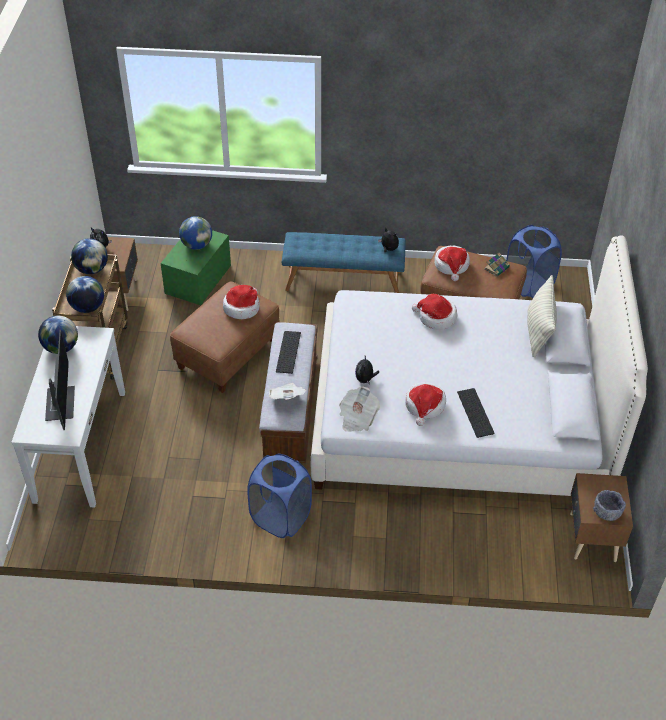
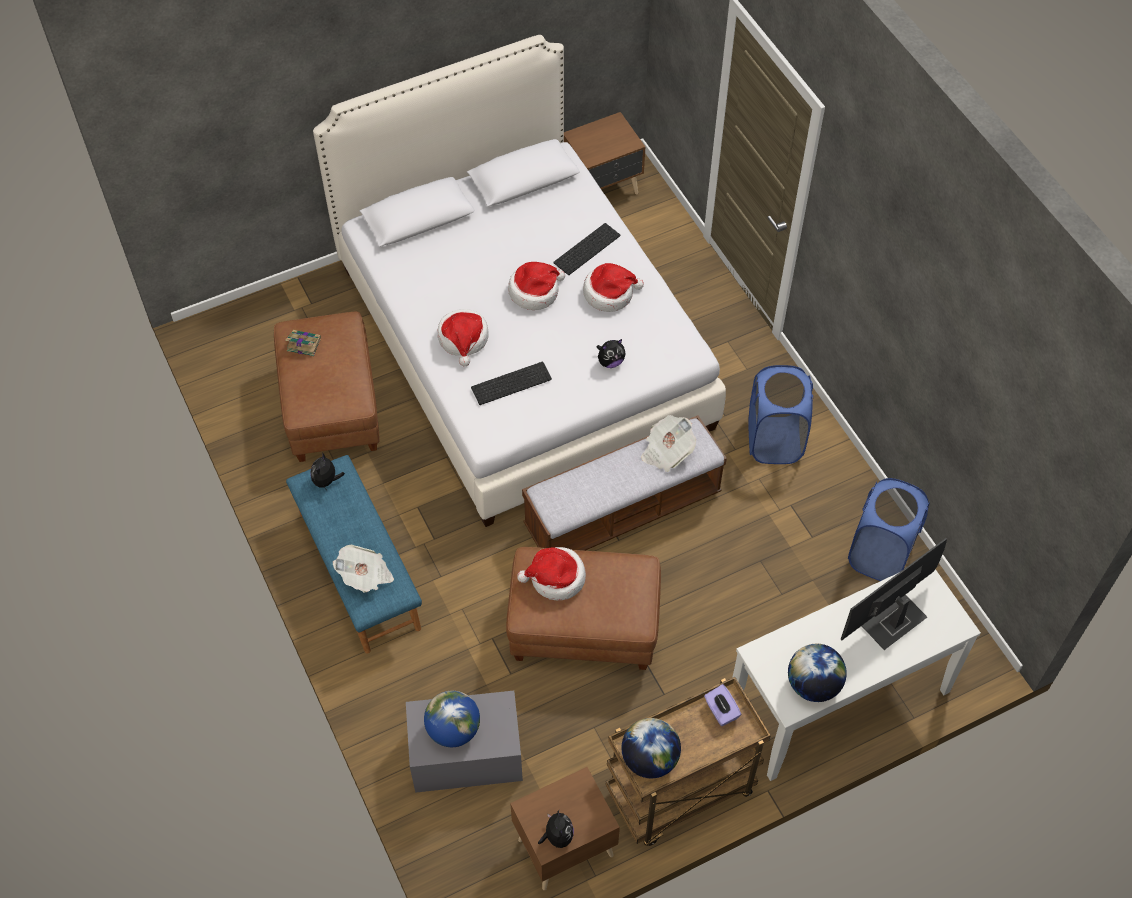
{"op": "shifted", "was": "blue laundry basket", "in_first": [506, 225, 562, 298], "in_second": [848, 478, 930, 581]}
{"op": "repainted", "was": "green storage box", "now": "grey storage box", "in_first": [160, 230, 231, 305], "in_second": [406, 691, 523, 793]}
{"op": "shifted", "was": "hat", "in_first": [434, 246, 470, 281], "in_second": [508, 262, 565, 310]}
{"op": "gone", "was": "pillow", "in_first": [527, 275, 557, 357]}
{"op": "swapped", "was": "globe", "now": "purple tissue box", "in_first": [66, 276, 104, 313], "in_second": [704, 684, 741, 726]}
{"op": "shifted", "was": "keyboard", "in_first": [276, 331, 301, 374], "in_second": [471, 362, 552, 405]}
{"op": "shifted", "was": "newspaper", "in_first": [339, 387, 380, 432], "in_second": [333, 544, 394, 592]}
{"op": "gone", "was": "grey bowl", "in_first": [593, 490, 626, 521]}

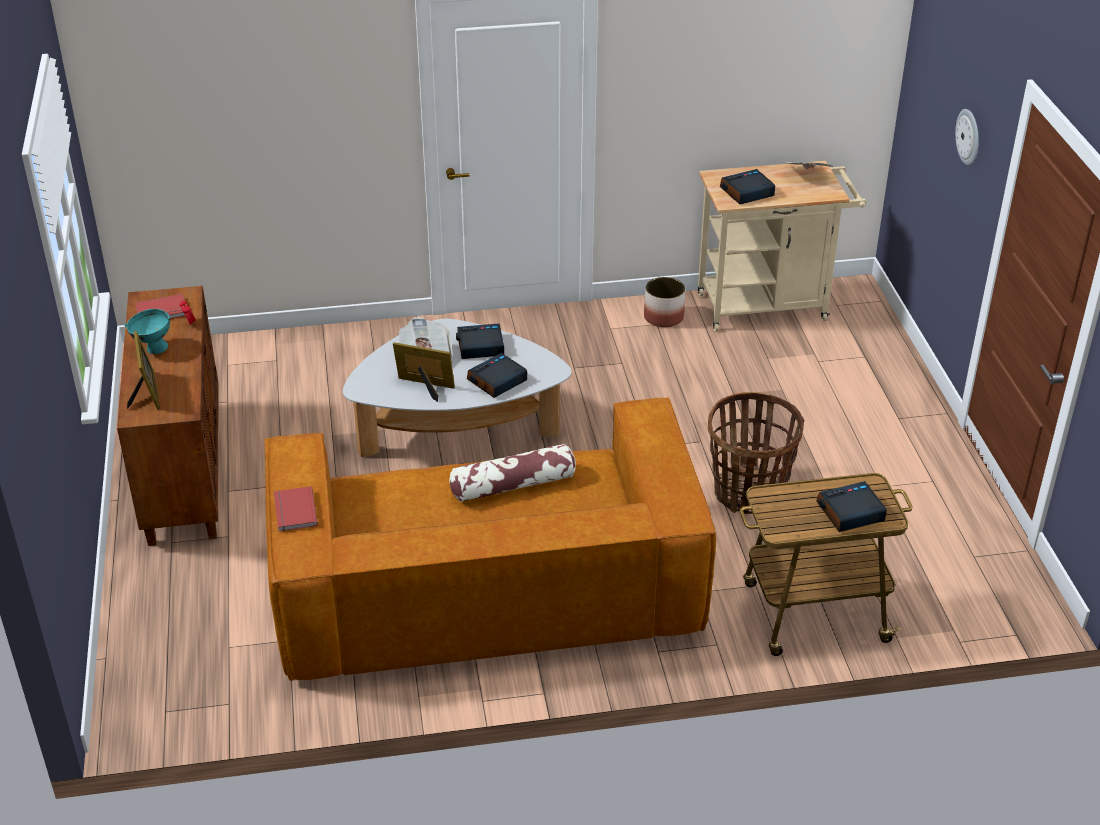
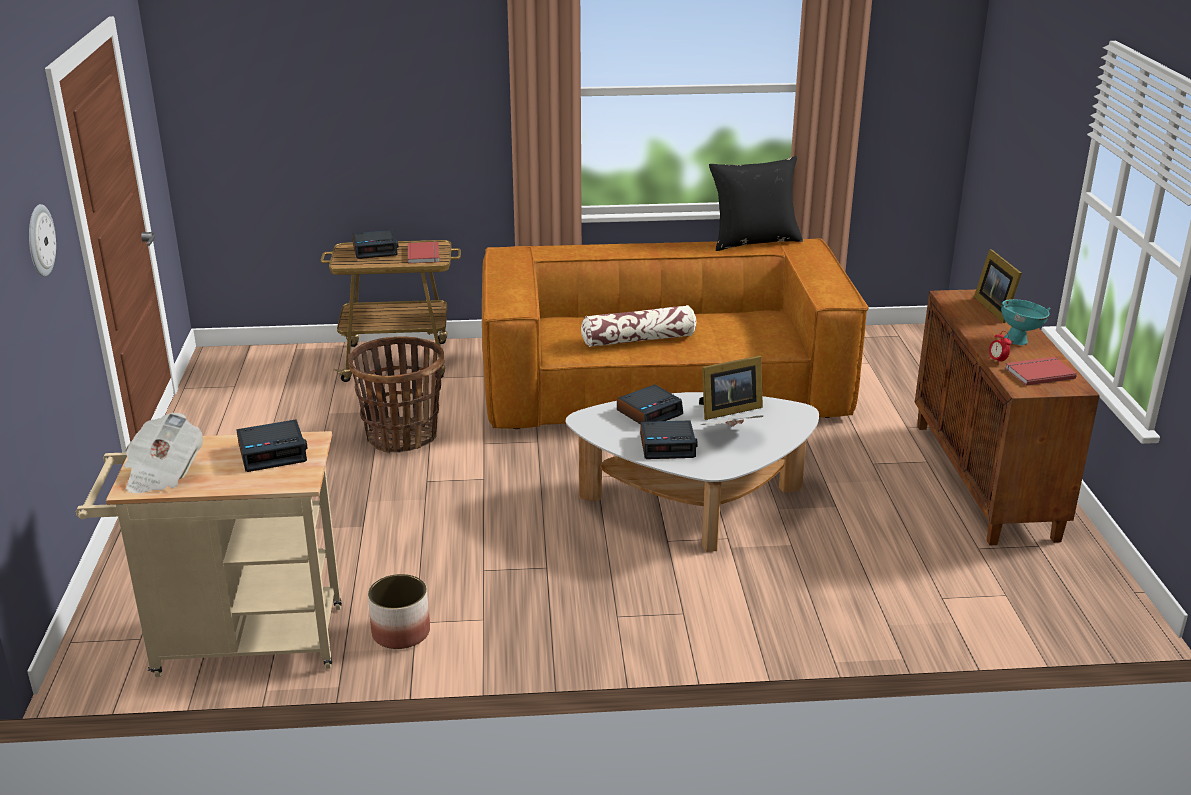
{"op": "rotated", "was": "picture frame", "in_first": [393, 342, 455, 402], "in_second": [699, 356, 763, 420], "clockwise": -45}
{"op": "shifted", "was": "red book", "in_first": [274, 486, 318, 531], "in_second": [408, 242, 439, 264]}
{"op": "new", "now": "black pillow", "in_second": [709, 156, 803, 251]}

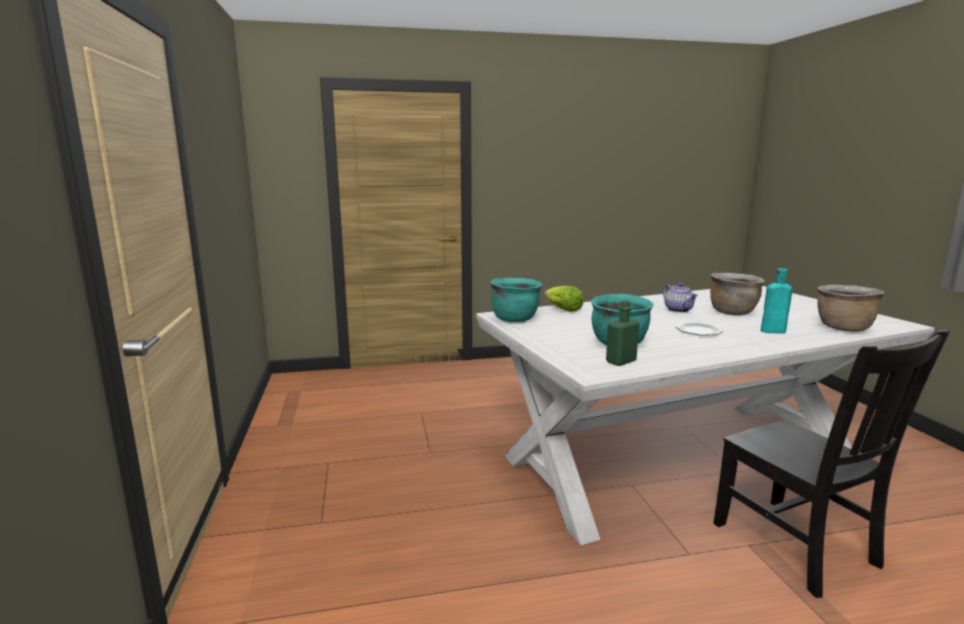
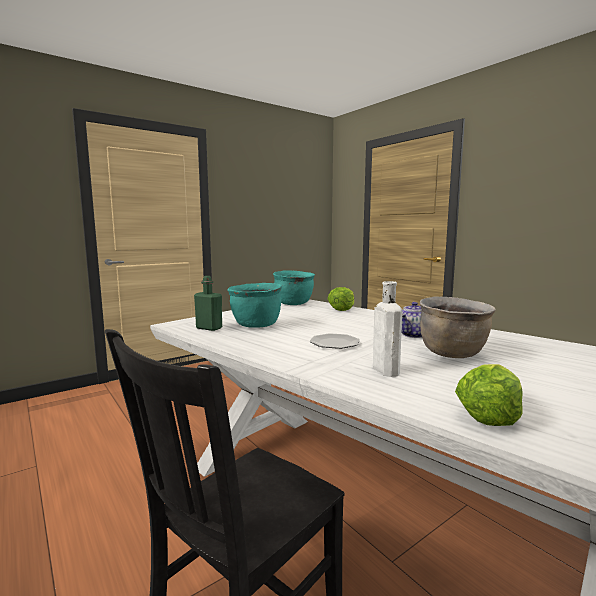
{"op": "repainted", "was": "turquoise bottle", "now": "white bottle", "in_first": [761, 268, 793, 334], "in_second": [373, 281, 402, 377]}
{"op": "swapped", "was": "brown cooking pot", "now": "lettuce", "in_first": [817, 285, 884, 332], "in_second": [455, 364, 523, 426]}

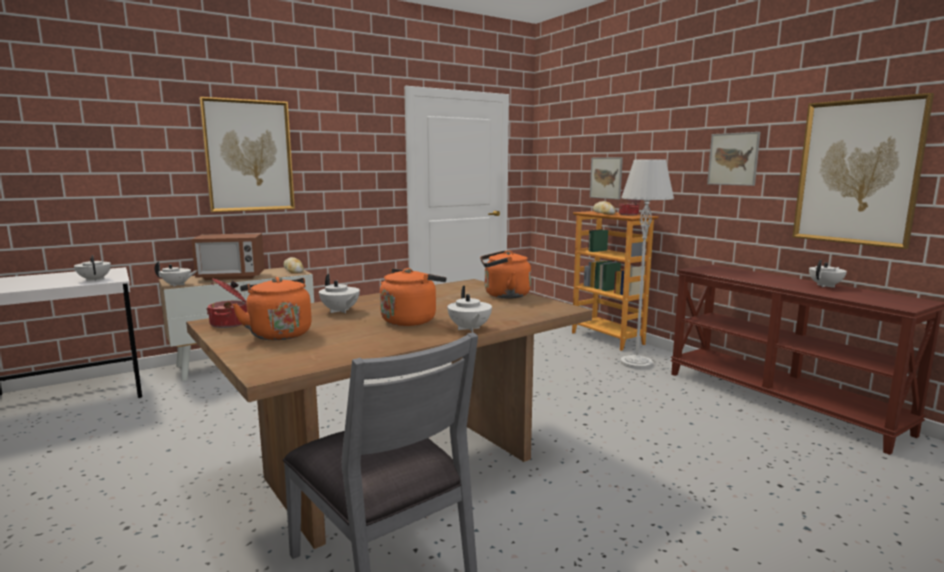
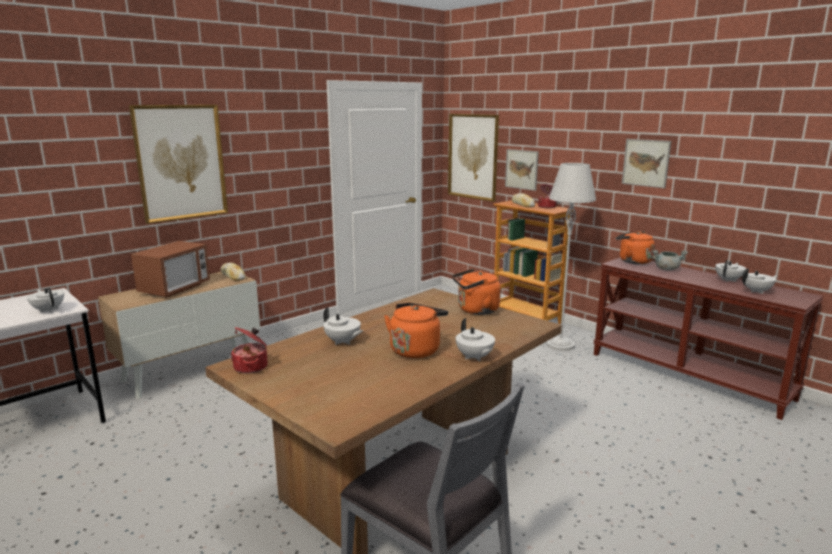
{"op": "shifted", "was": "picture", "in_first": [793, 93, 934, 249], "in_second": [448, 114, 499, 202]}
{"op": "rotated", "was": "microwave", "in_first": [191, 233, 265, 280], "in_second": [131, 241, 210, 297], "clockwise": -45}
{"op": "shifted", "was": "white teapot", "in_first": [155, 261, 198, 287], "in_second": [742, 268, 778, 294]}
{"op": "shifted", "was": "orange kettle", "in_first": [232, 277, 312, 340], "in_second": [616, 231, 655, 264]}
{"op": "new", "now": "grey cooking pot", "in_second": [652, 250, 688, 271]}

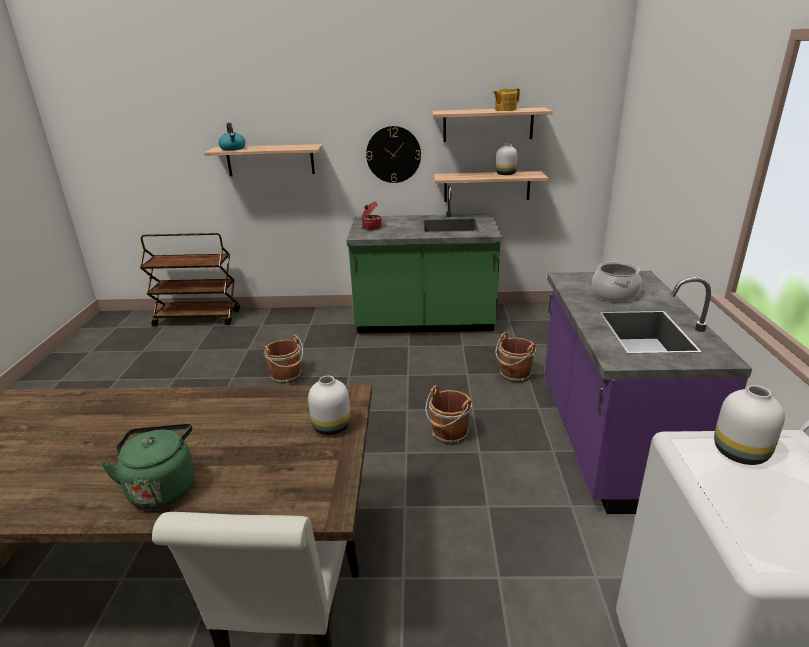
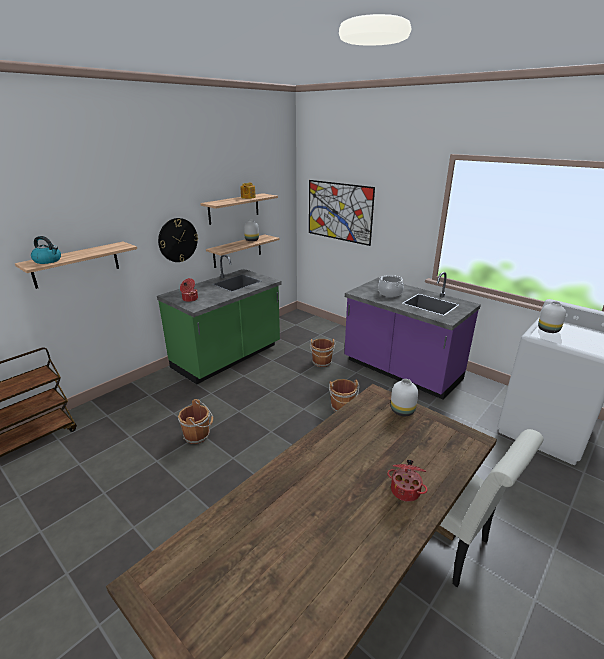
{"op": "swapped", "was": "green kettle", "now": "cooking pot", "in_first": [101, 424, 195, 509], "in_second": [387, 460, 428, 502]}
{"op": "new", "now": "picture", "in_second": [309, 180, 375, 246]}

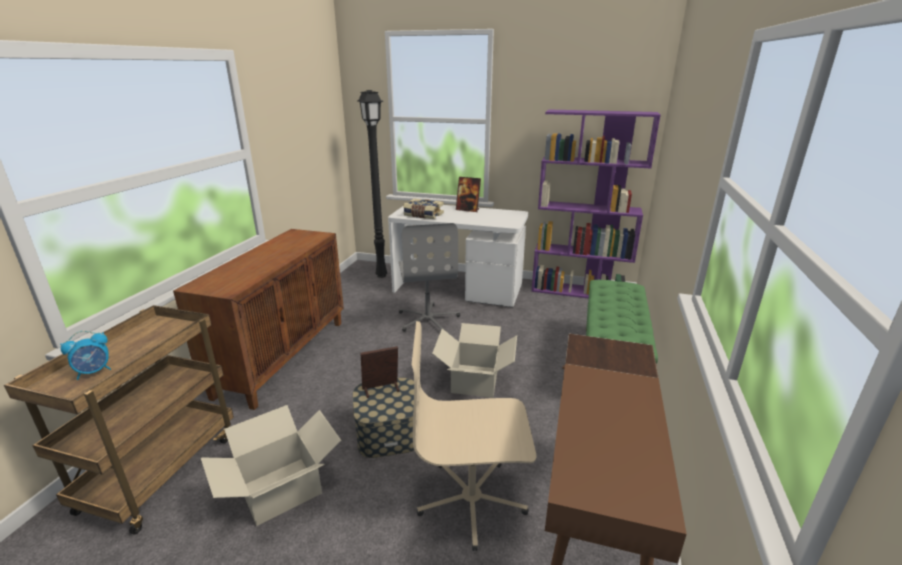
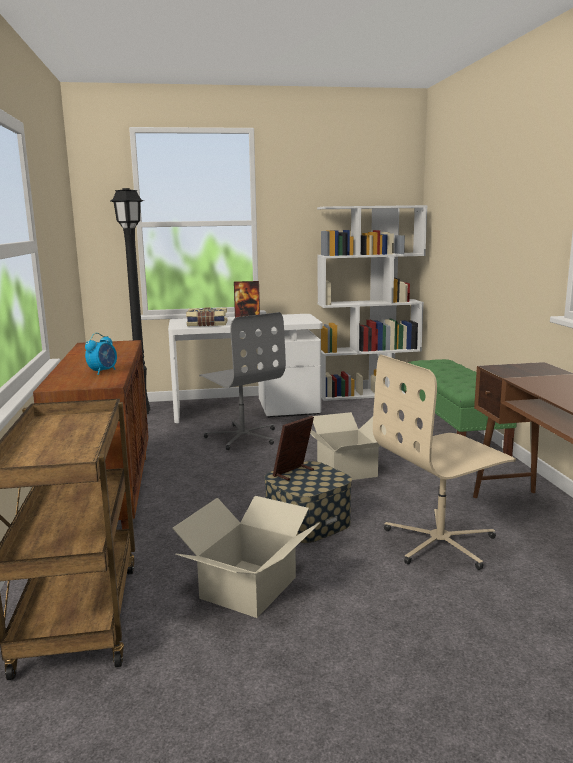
{"op": "repainted", "was": "purple bookcase", "now": "white bookcase", "in_first": [531, 109, 661, 299], "in_second": [317, 205, 428, 401]}
{"op": "shifted", "was": "alarm clock", "in_first": [60, 331, 111, 380], "in_second": [85, 333, 117, 375]}

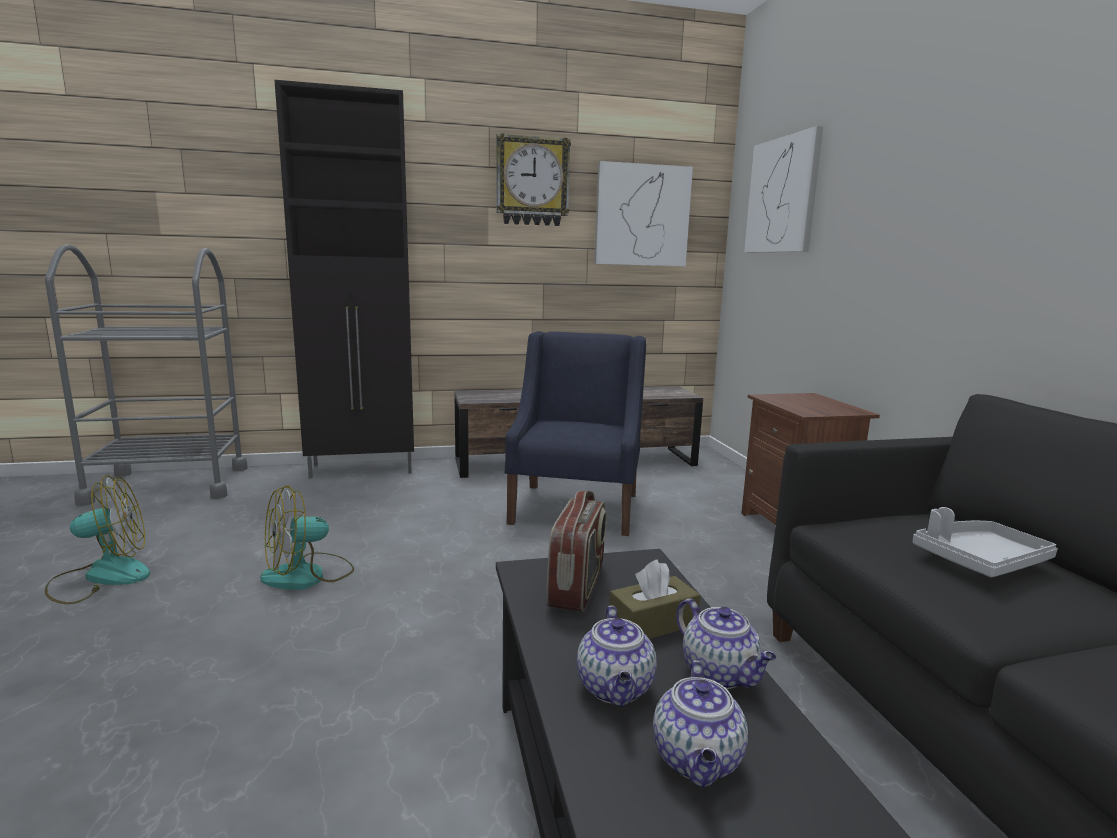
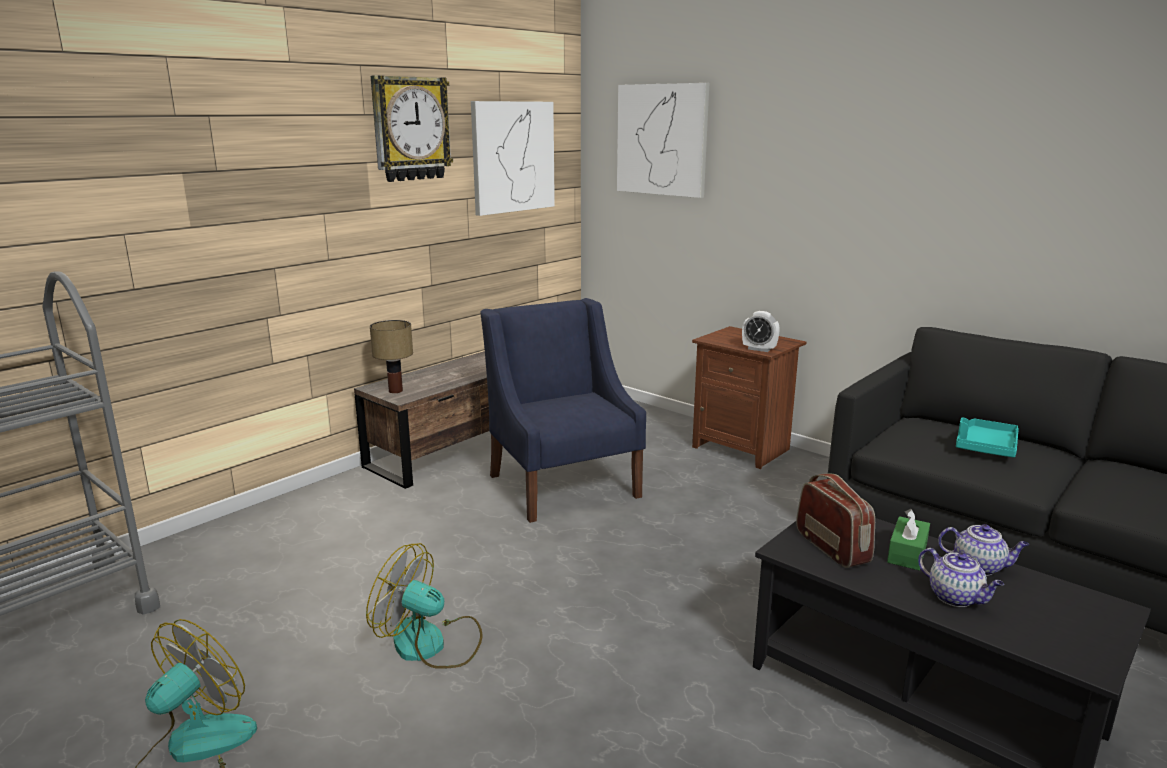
{"op": "gone", "was": "black cabinet", "in_first": [274, 80, 414, 478]}
{"op": "rotated", "was": "fan", "in_first": [260, 485, 354, 590], "in_second": [366, 543, 482, 668], "clockwise": 90}
{"op": "repainted", "was": "grey tray", "now": "turquoise tray", "in_first": [913, 507, 1058, 578], "in_second": [956, 418, 1019, 458]}
{"op": "repainted", "was": "brown tissue box", "now": "green tissue box", "in_first": [609, 559, 700, 639], "in_second": [887, 509, 930, 570]}
{"op": "gone", "was": "teapot", "in_first": [653, 660, 748, 787]}
{"op": "new", "now": "alarm clock", "in_second": [742, 311, 780, 352]}
{"op": "new", "now": "table lamp", "in_second": [370, 320, 413, 393]}

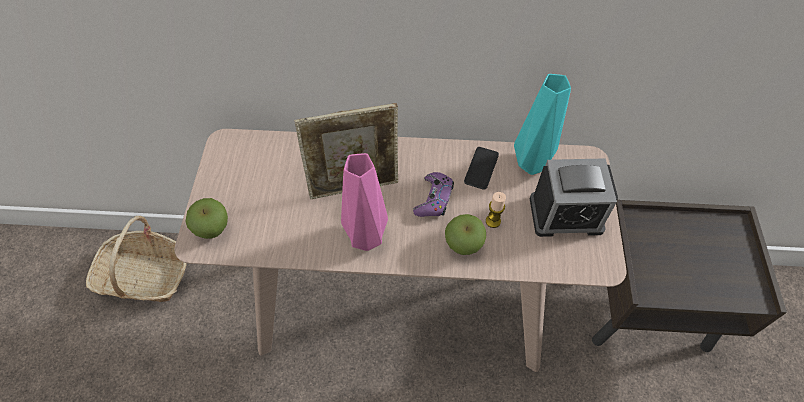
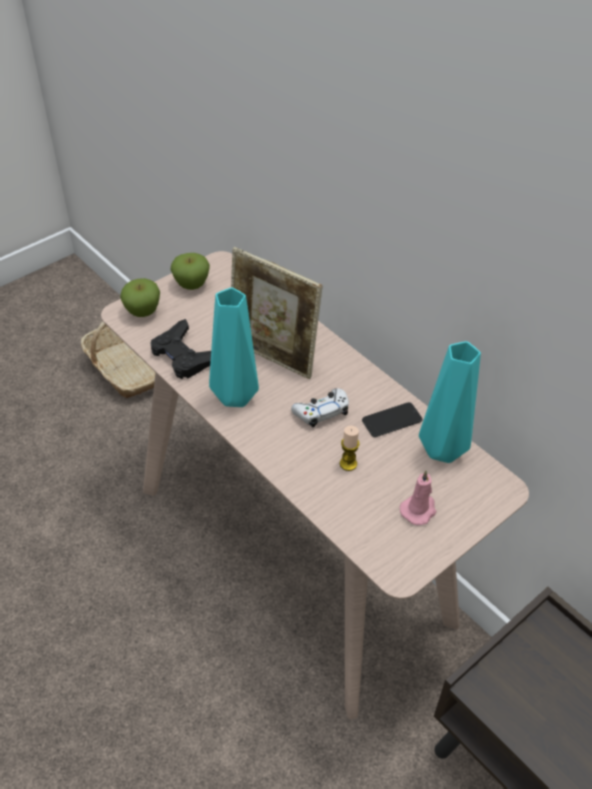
{"op": "repainted", "was": "pink vase", "now": "turquoise vase", "in_first": [341, 153, 388, 251], "in_second": [209, 287, 259, 407]}
{"op": "swapped", "was": "alarm clock", "now": "pink candle", "in_first": [530, 158, 618, 237], "in_second": [400, 470, 437, 525]}
{"op": "repainted", "was": "purple game controller", "now": "white game controller", "in_first": [413, 172, 454, 217], "in_second": [291, 388, 349, 427]}
{"op": "shifted", "was": "apple", "in_first": [445, 214, 486, 255], "in_second": [171, 253, 210, 290]}
{"op": "new", "now": "black game controller", "in_second": [150, 319, 211, 379]}

